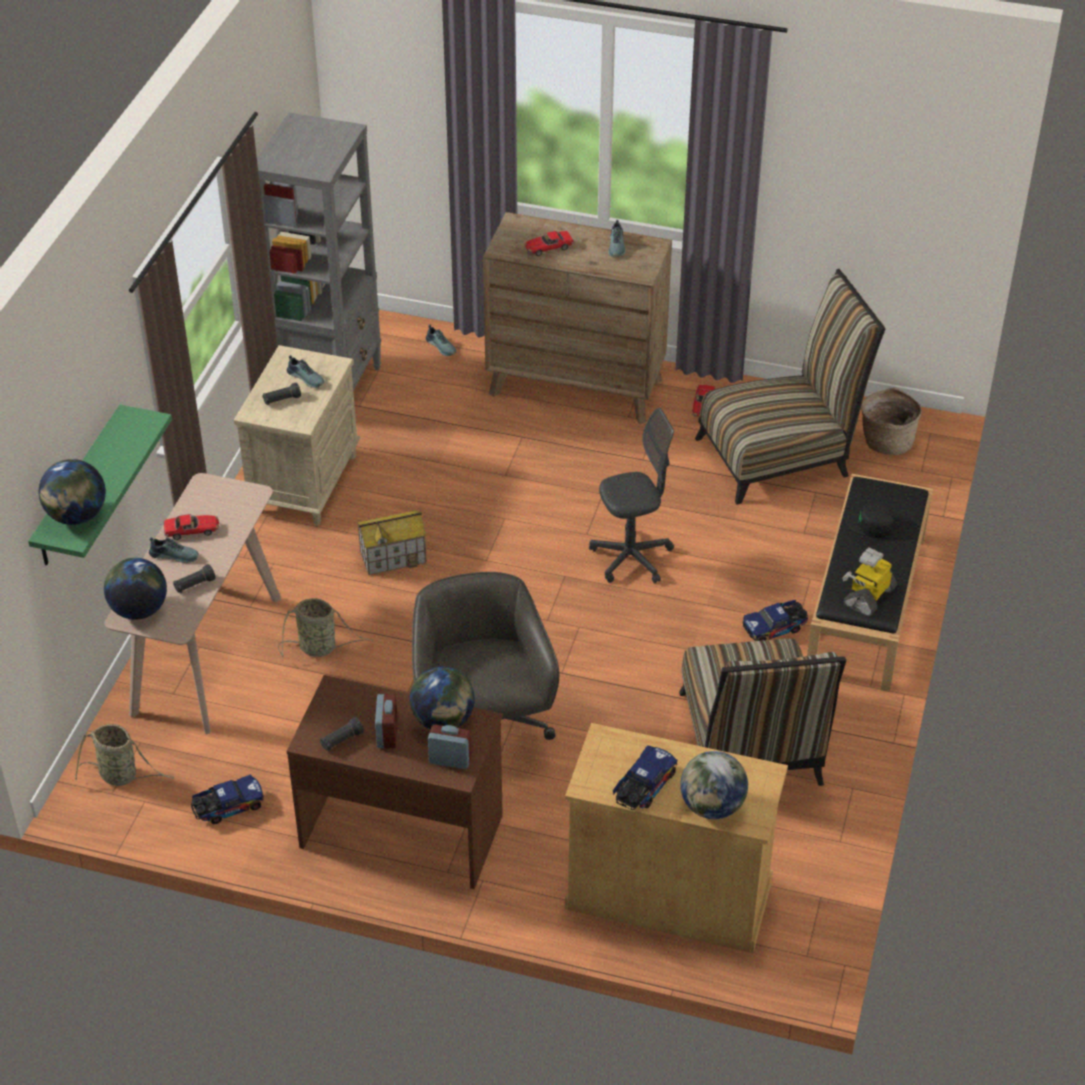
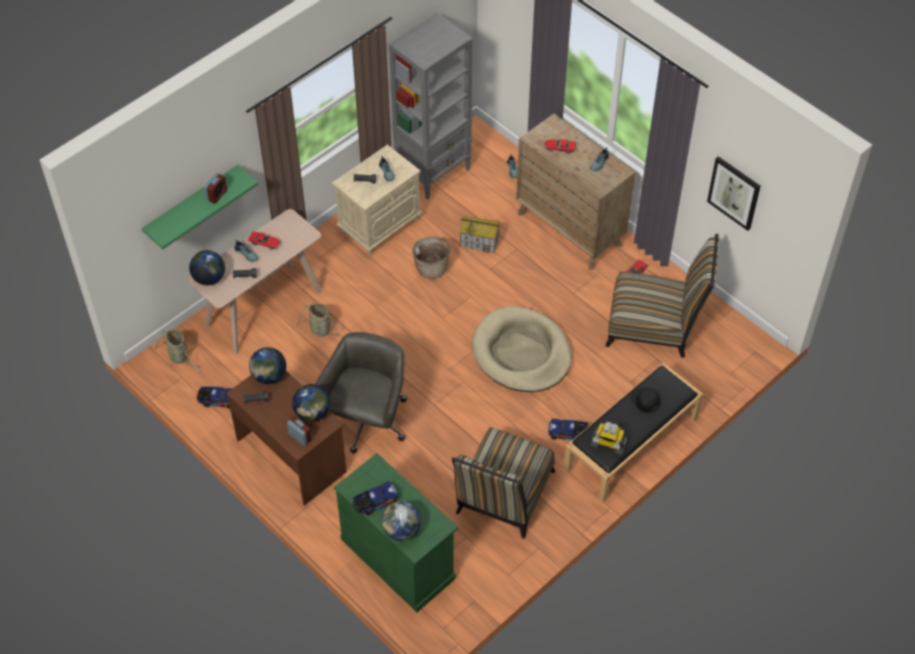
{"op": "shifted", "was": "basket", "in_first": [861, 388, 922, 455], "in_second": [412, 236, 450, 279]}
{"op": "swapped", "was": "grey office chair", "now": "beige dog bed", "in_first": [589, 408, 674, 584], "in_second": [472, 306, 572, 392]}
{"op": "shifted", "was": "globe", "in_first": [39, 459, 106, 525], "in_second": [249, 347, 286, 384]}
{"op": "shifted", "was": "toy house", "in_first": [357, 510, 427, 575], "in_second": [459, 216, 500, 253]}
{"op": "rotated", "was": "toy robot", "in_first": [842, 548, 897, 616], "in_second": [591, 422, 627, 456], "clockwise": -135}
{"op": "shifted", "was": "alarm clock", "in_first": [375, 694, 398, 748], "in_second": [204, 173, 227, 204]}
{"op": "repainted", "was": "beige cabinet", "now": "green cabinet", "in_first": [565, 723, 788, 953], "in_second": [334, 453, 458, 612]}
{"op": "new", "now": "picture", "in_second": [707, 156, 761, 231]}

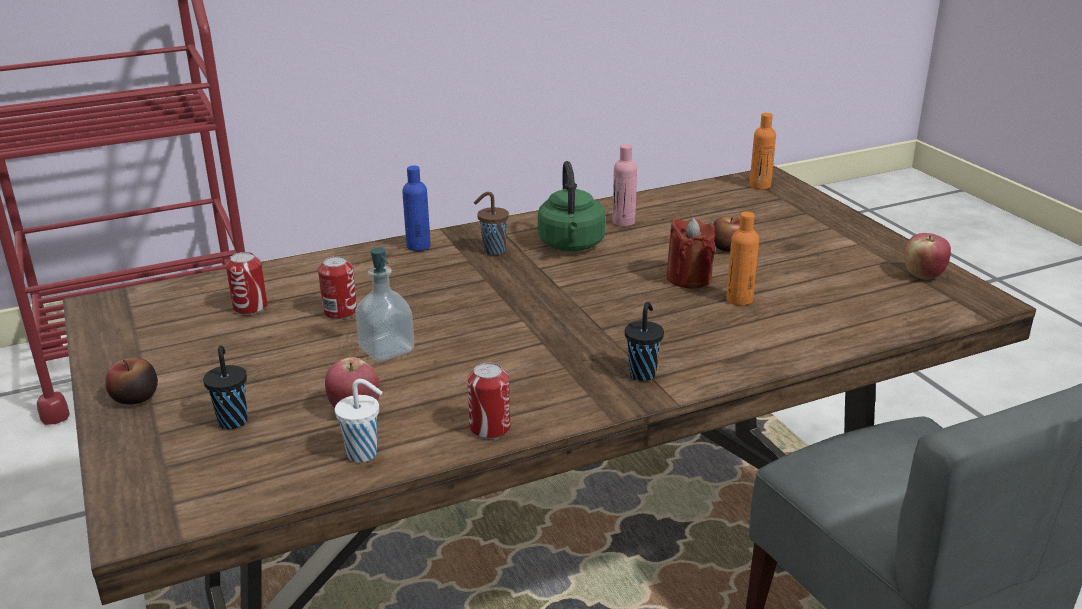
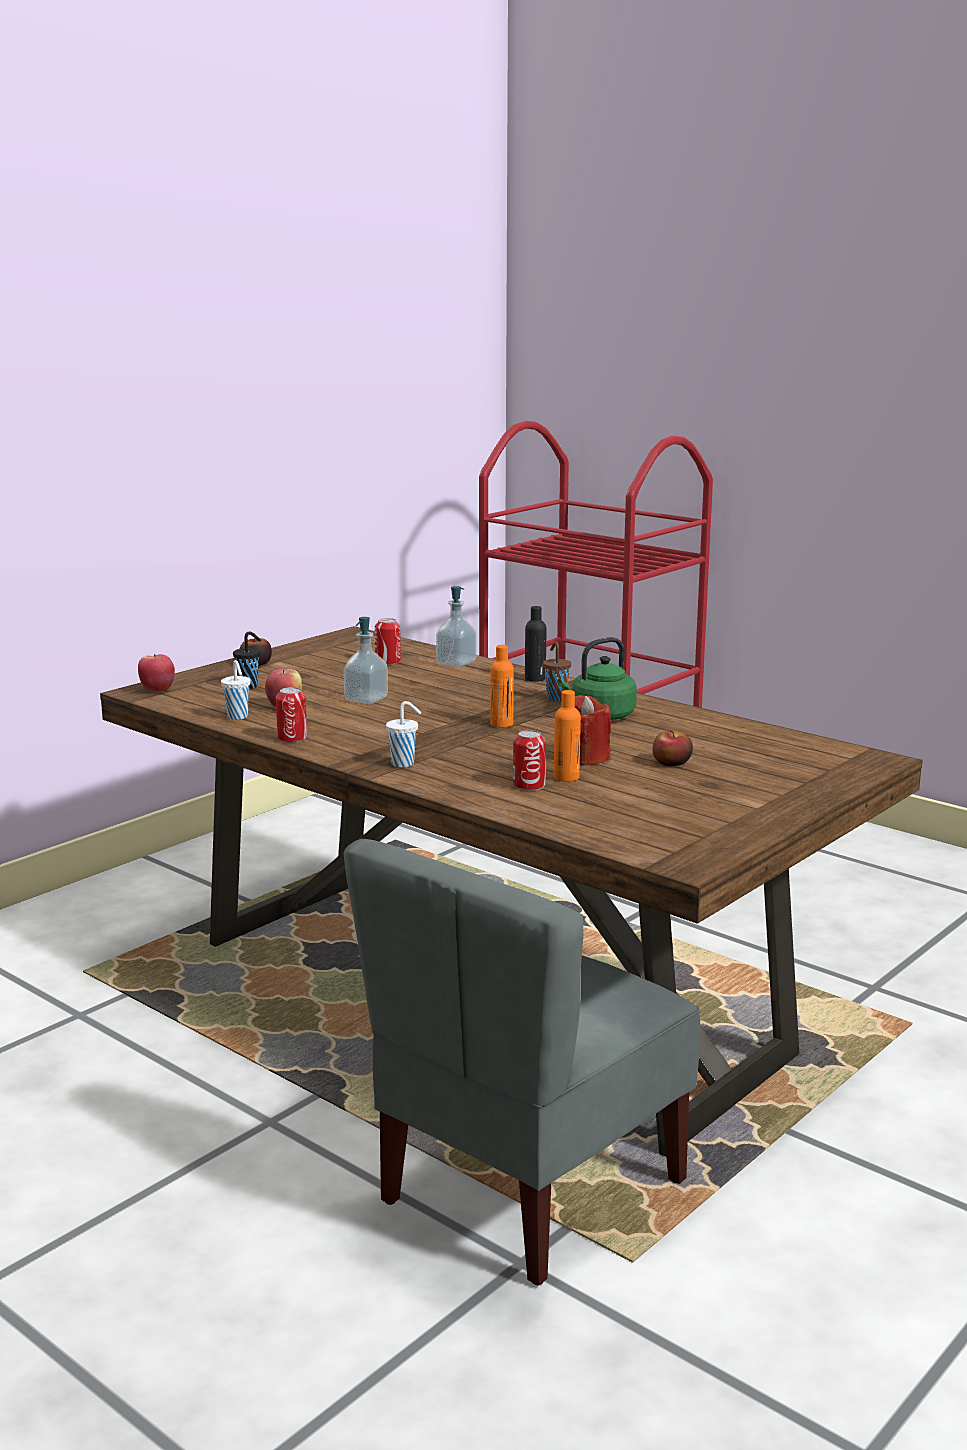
{"op": "shifted", "was": "orange bottle", "in_first": [750, 113, 776, 190], "in_second": [490, 645, 514, 728]}
{"op": "gone", "was": "pink bottle", "in_first": [612, 144, 637, 226]}
{"op": "repainted", "was": "blue bottle", "now": "black bottle", "in_first": [402, 166, 431, 251], "in_second": [525, 606, 546, 682]}
{"op": "shifted", "was": "apple", "in_first": [904, 233, 951, 280], "in_second": [138, 654, 175, 692]}
{"op": "shifted", "was": "can", "in_first": [318, 256, 357, 320], "in_second": [513, 730, 546, 791]}
{"op": "repainted", "was": "black cup", "now": "white cup", "in_first": [625, 302, 664, 381], "in_second": [386, 701, 421, 767]}
{"op": "new", "now": "soap dispenser", "in_second": [436, 586, 477, 667]}

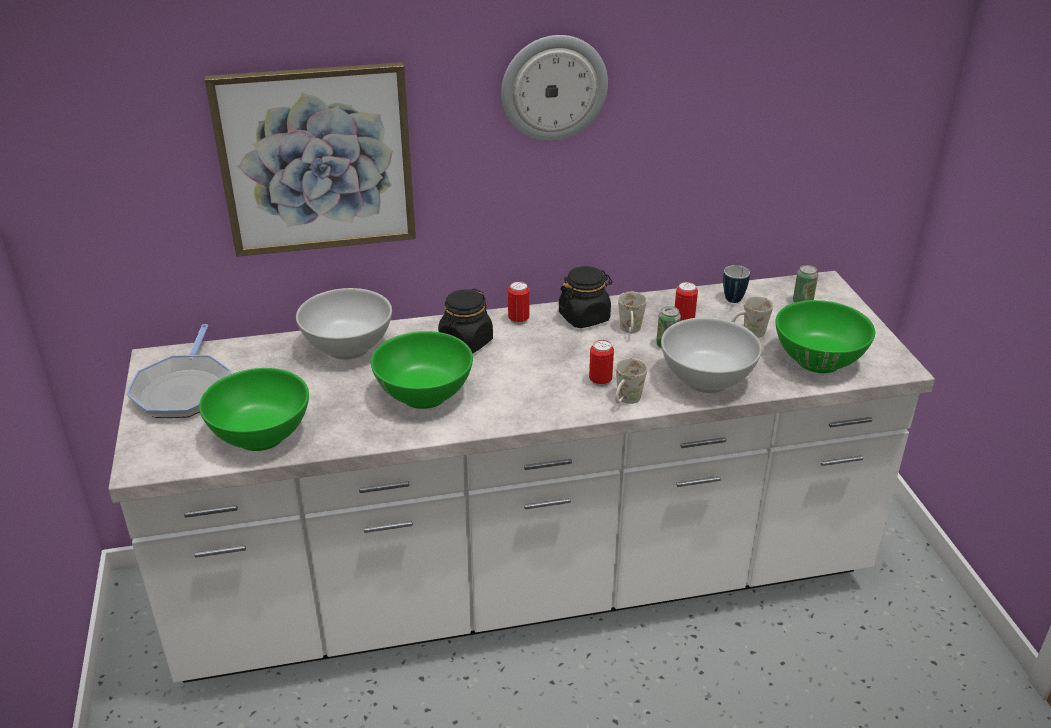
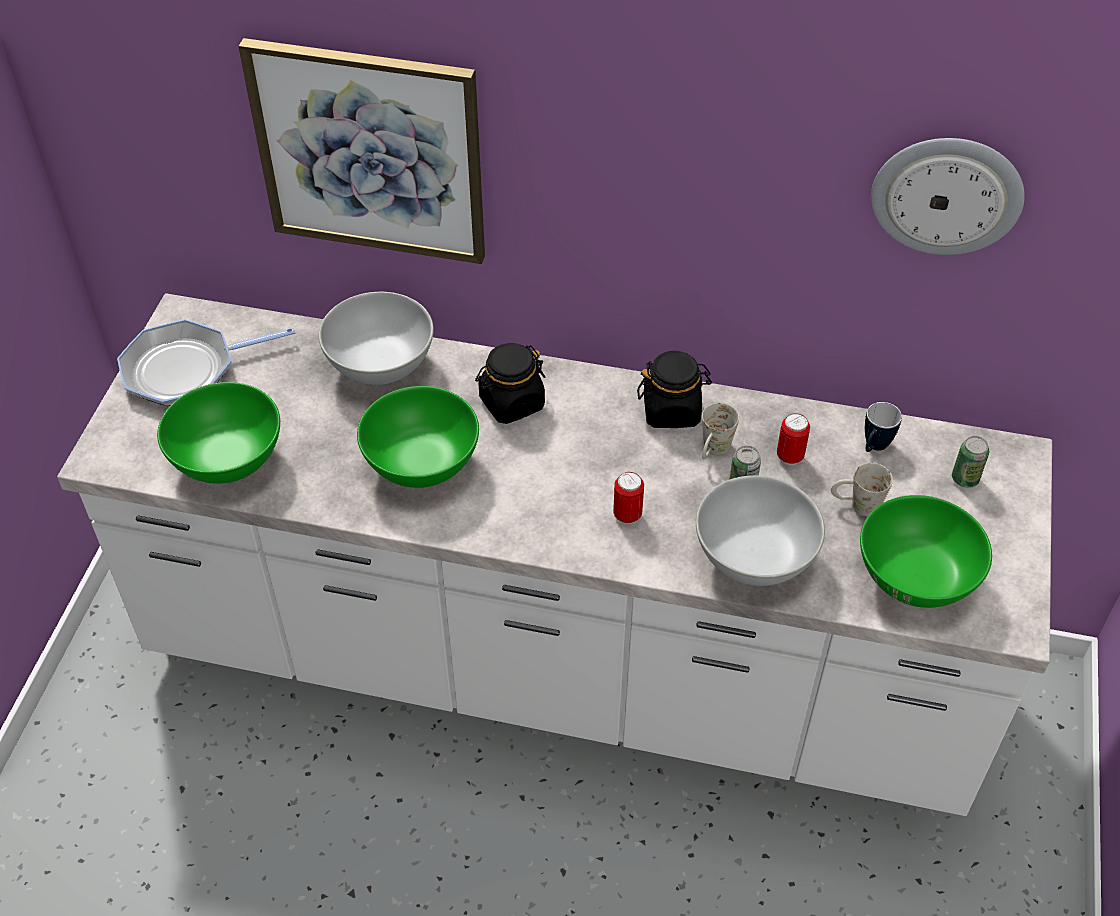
{"op": "shifted", "was": "wall clock", "in_first": [501, 35, 608, 141], "in_second": [871, 138, 1025, 255]}
{"op": "gone", "was": "can", "in_first": [508, 281, 529, 325]}
{"op": "rotated", "was": "frying pan", "in_first": [126, 324, 231, 418], "in_second": [117, 319, 296, 406], "clockwise": 45}
{"op": "gone", "was": "white mug", "in_first": [615, 358, 647, 404]}

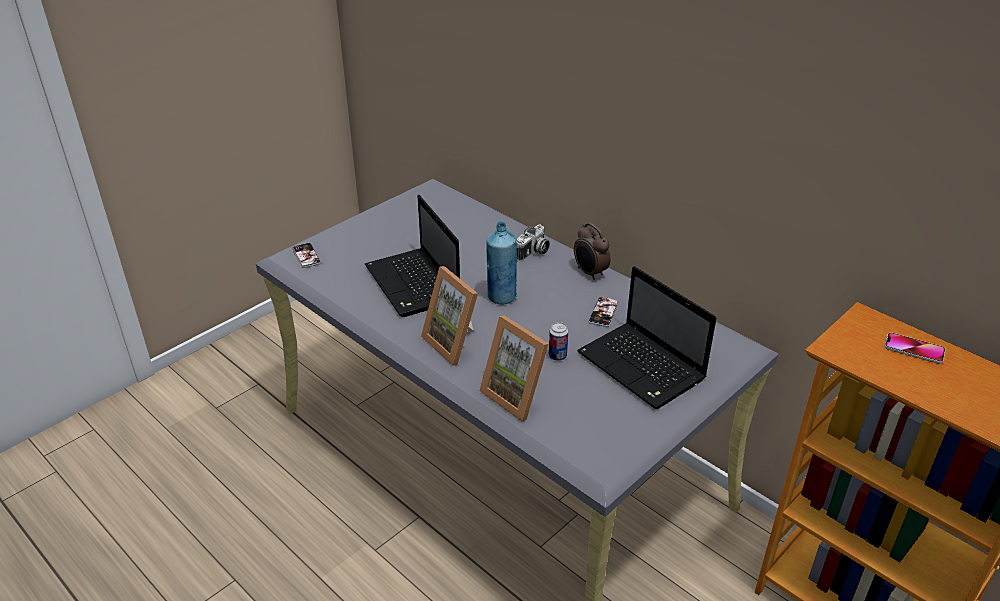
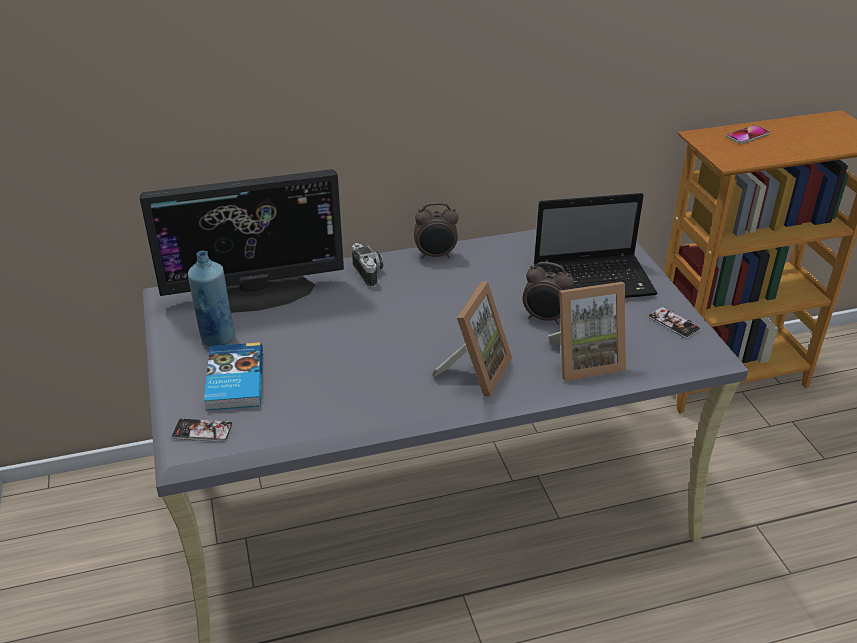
{"op": "gone", "was": "laptop", "in_first": [365, 195, 460, 317]}
{"op": "shifted", "was": "blue bottle", "in_first": [486, 221, 517, 305], "in_second": [188, 250, 235, 346]}
{"op": "rotated", "was": "picture frame", "in_first": [421, 266, 478, 366], "in_second": [432, 281, 512, 396], "clockwise": -60}
{"op": "shifted", "was": "phone", "in_first": [588, 296, 619, 327], "in_second": [648, 306, 700, 339]}
{"op": "swapped", "was": "can", "now": "alarm clock", "in_first": [549, 322, 568, 361], "in_second": [523, 262, 574, 324]}
{"op": "new", "now": "monitor", "in_second": [140, 169, 344, 313]}
{"op": "new", "now": "book", "in_second": [204, 342, 263, 411]}

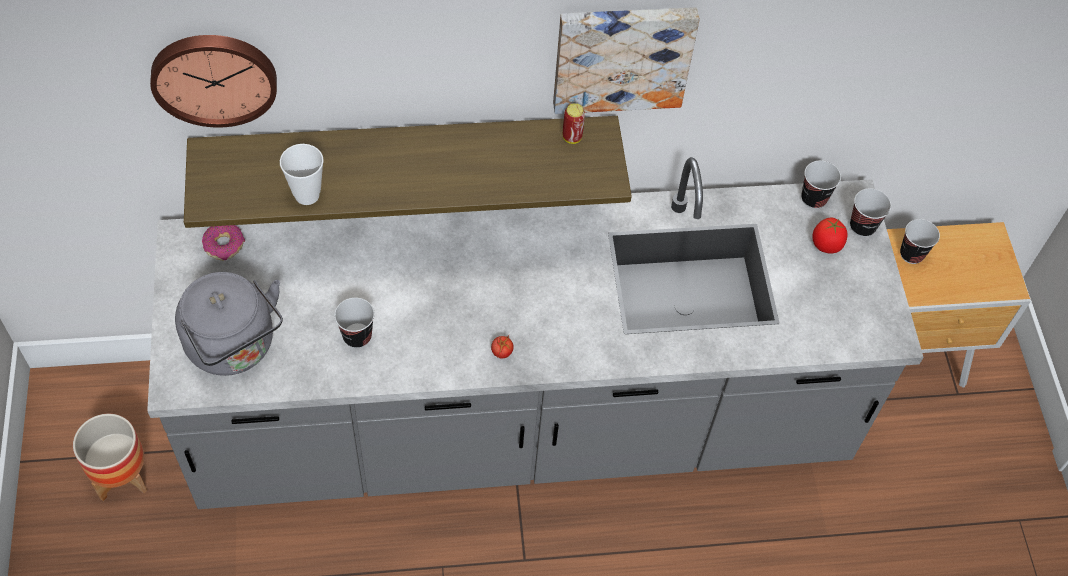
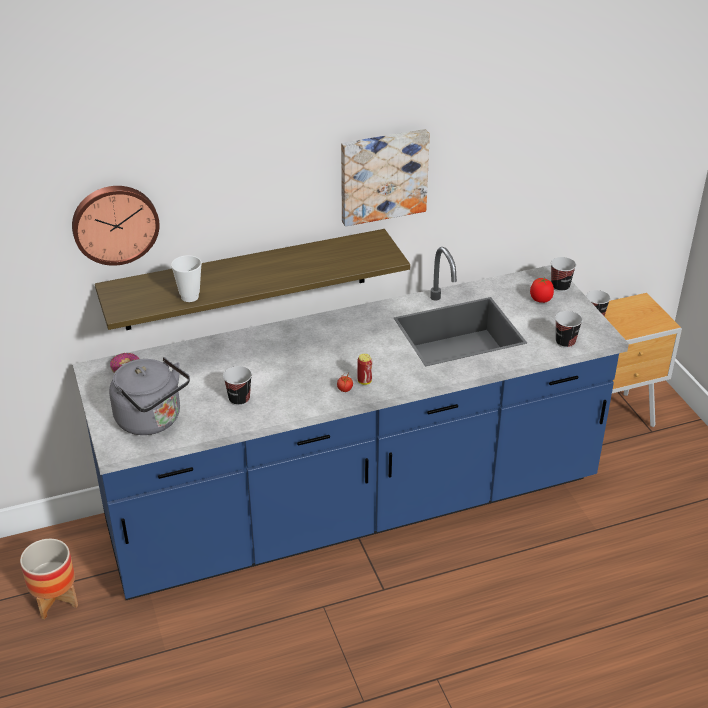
{"op": "shifted", "was": "can", "in_first": [563, 103, 585, 144], "in_second": [357, 354, 372, 385]}
{"op": "repainted", "was": "grey counter", "now": "blue counter", "in_first": [147, 157, 924, 509], "in_second": [73, 247, 629, 600]}
{"op": "shifted", "was": "cup", "in_first": [801, 160, 841, 209], "in_second": [555, 311, 583, 348]}

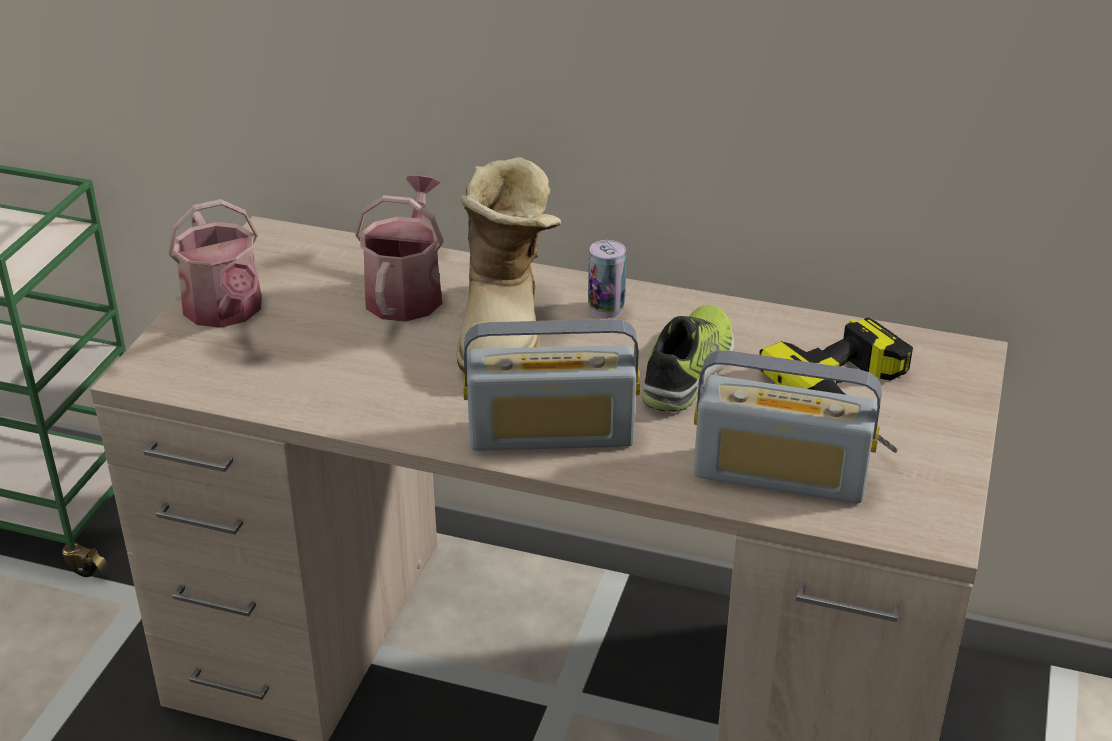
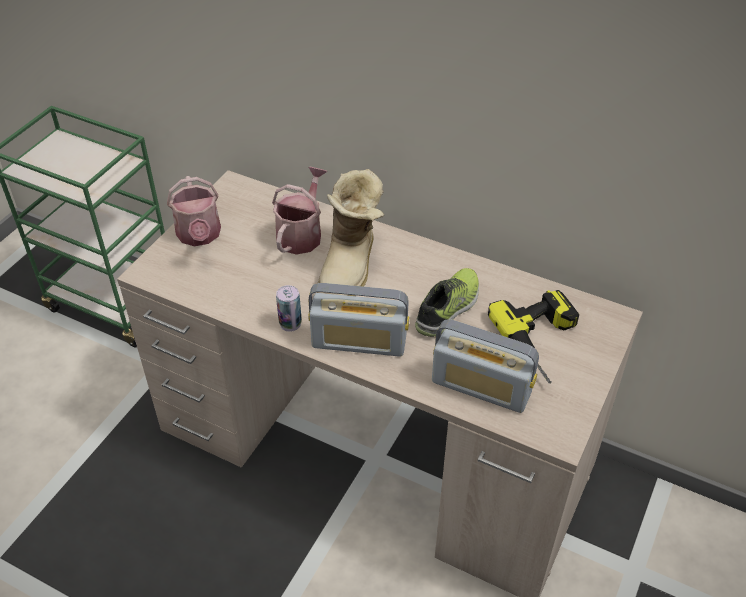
{"op": "shifted", "was": "can", "in_first": [588, 240, 626, 319], "in_second": [276, 285, 302, 332]}

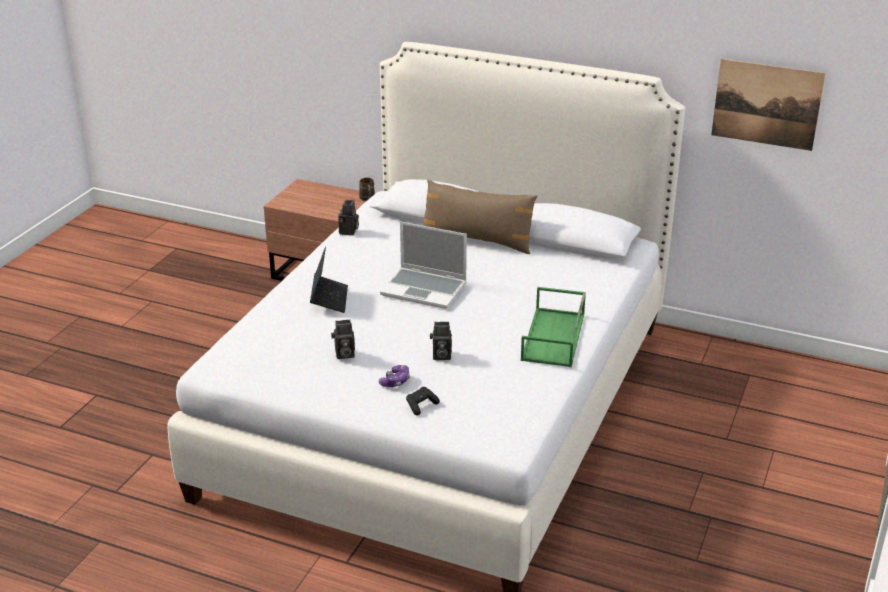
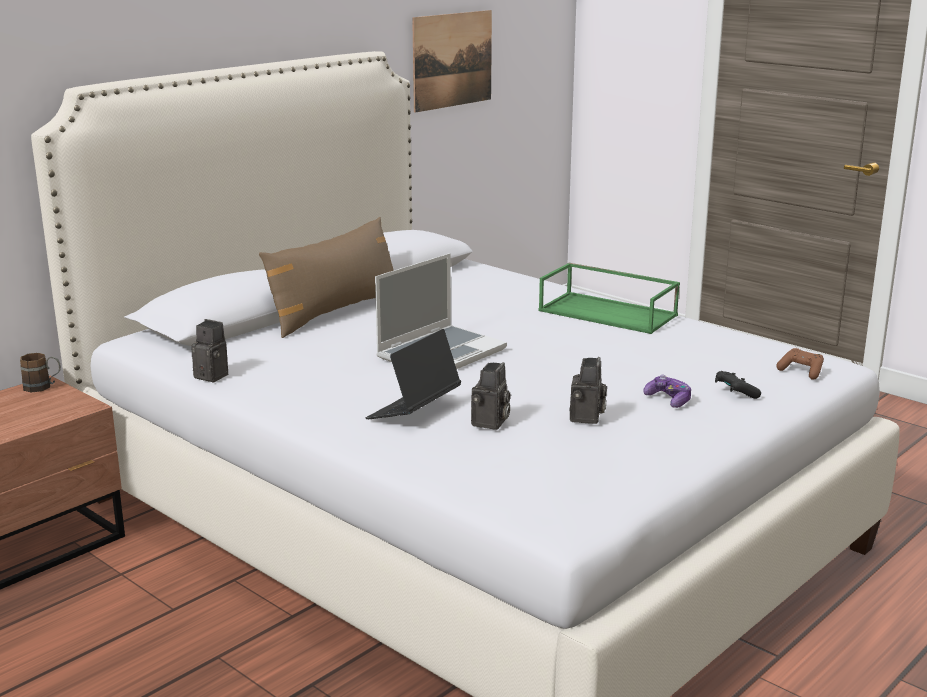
{"op": "rotated", "was": "laptop", "in_first": [310, 247, 348, 313], "in_second": [366, 329, 461, 419], "clockwise": -75}
{"op": "shifted", "was": "photo camera", "in_first": [430, 322, 452, 360], "in_second": [471, 362, 511, 430]}
{"op": "new", "now": "brown game controller", "in_second": [776, 348, 824, 380]}

